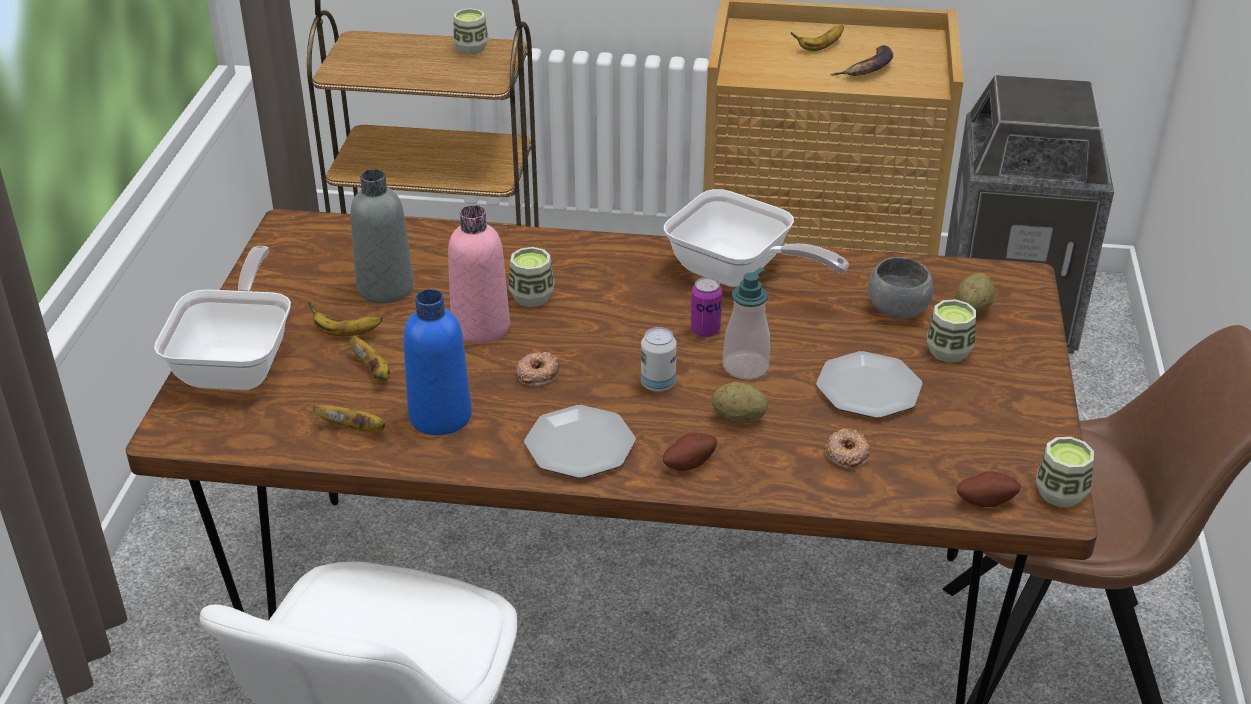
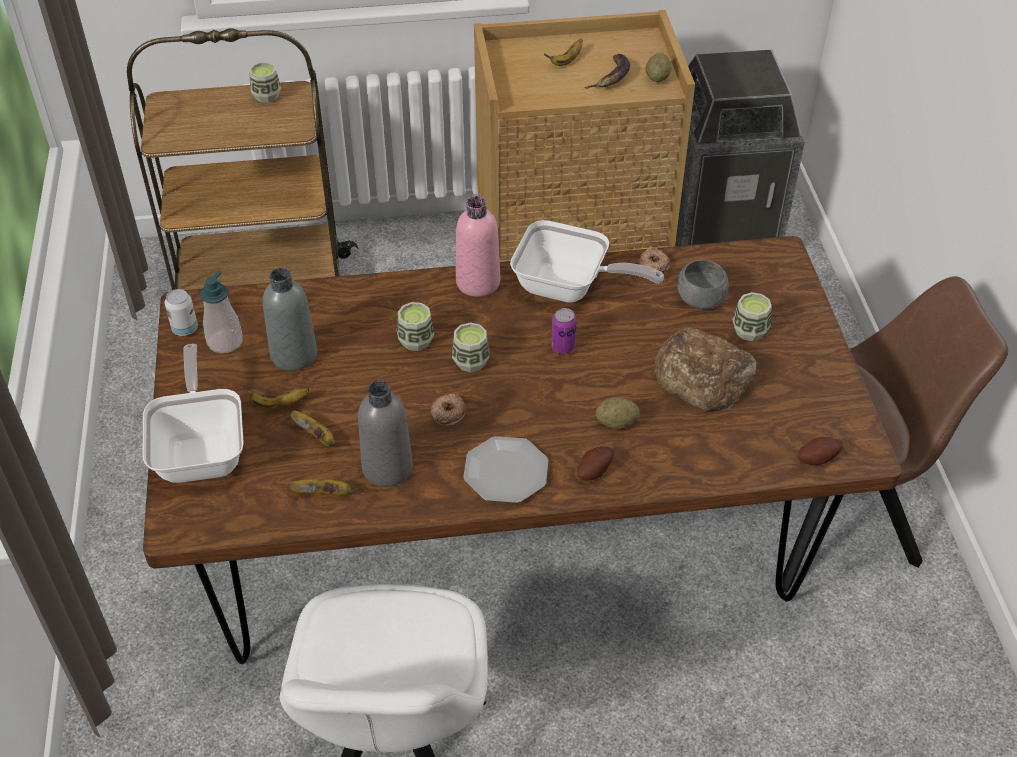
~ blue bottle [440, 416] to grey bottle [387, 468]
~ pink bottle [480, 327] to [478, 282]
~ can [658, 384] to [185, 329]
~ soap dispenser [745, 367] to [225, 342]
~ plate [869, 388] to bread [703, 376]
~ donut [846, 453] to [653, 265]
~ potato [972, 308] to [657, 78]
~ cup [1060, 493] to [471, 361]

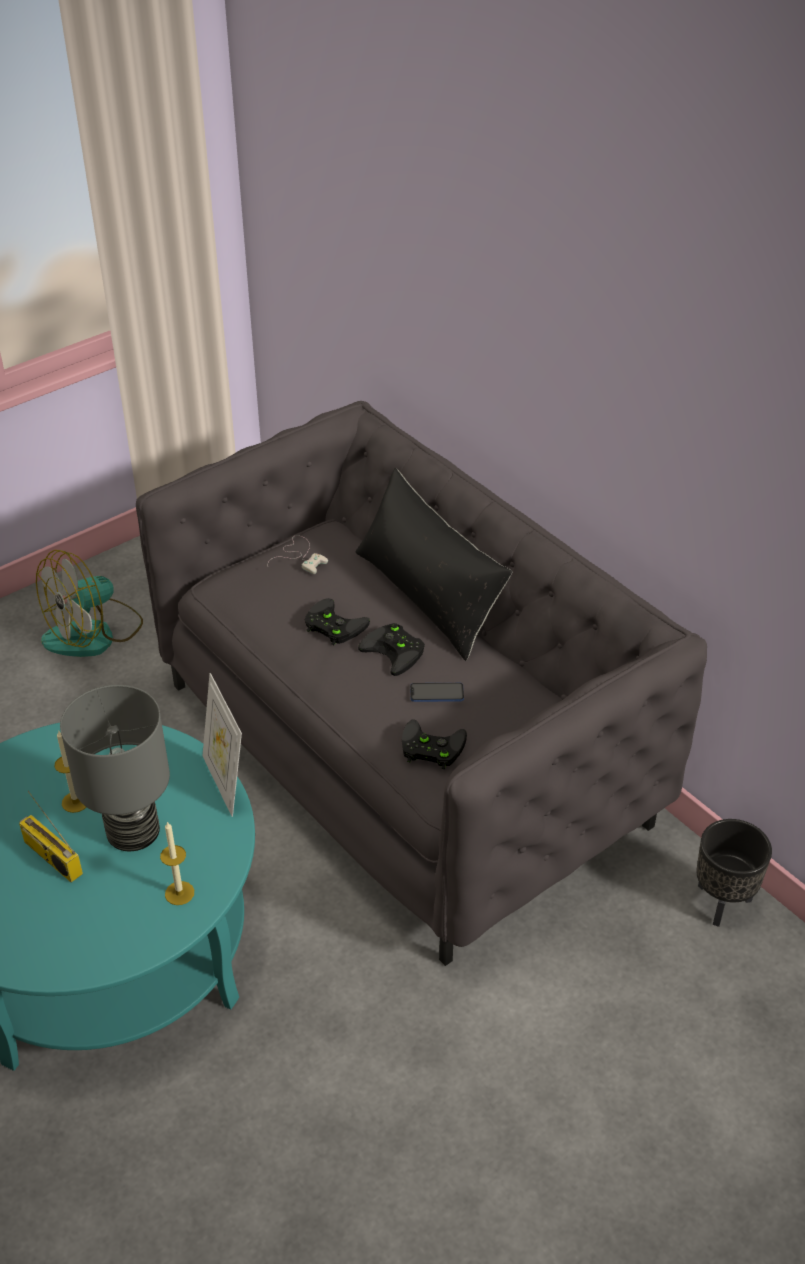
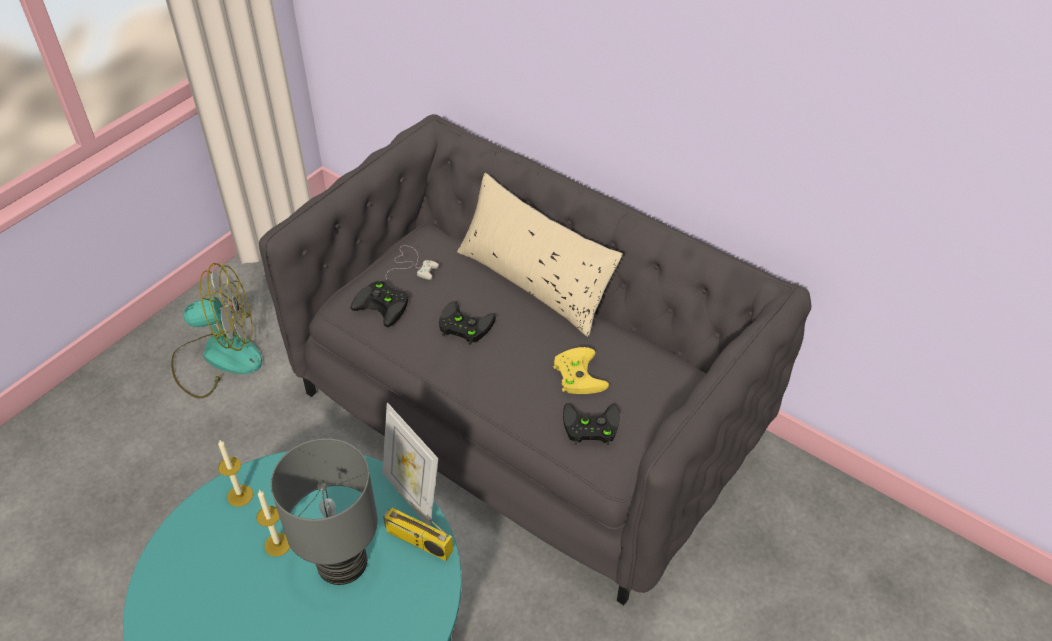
~ radio [51, 857] to [417, 541]
~ fan [93, 633] = [218, 357] 135 degrees counterclockwise
~ candle [179, 893] to [240, 495]
~ black pillow [428, 595] to beige pillow [534, 281]
~ black game controller [396, 652] to [384, 305]
~ phone [436, 693] to yellow game controller [577, 373]
- black planter [723, 903]

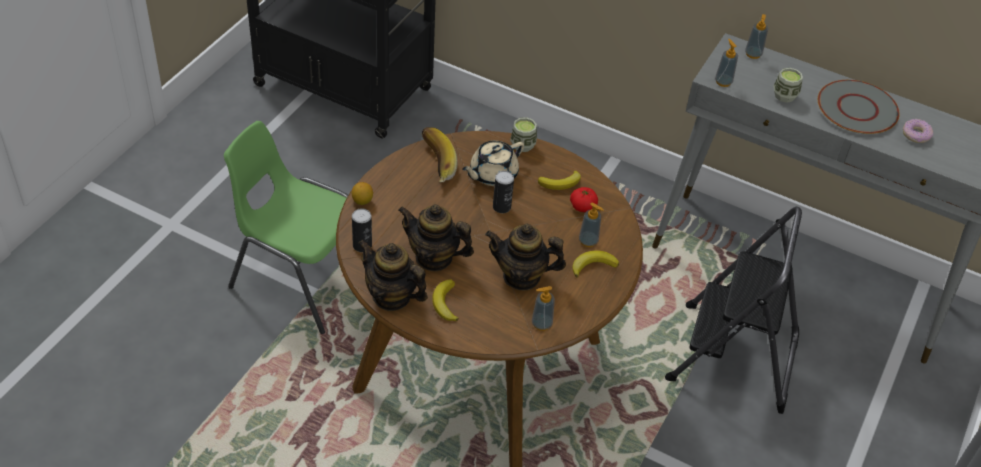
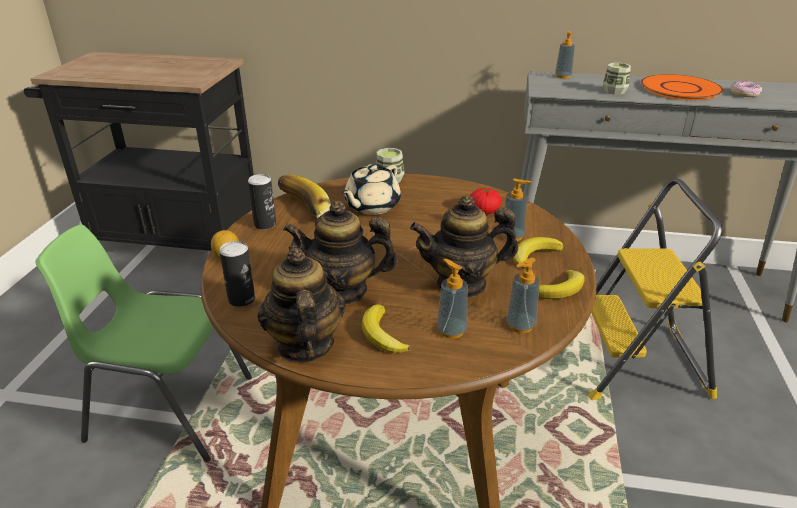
~ teapot [392, 296] = [304, 345] 60 degrees clockwise
~ can [501, 207] to [265, 224]
~ banana [561, 183] to [561, 289]
~ black step ladder [738, 359] to yellow step ladder [641, 362]
~ soap dispenser [723, 82] to [451, 330]
~ grey plate [857, 108] to orange plate [680, 89]

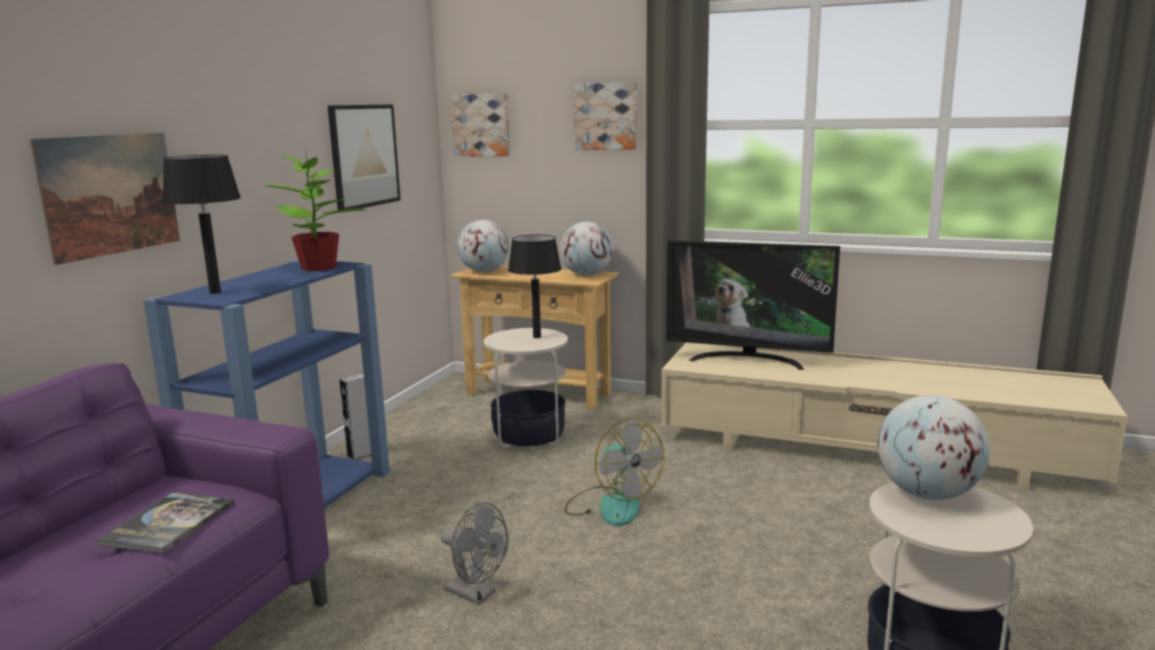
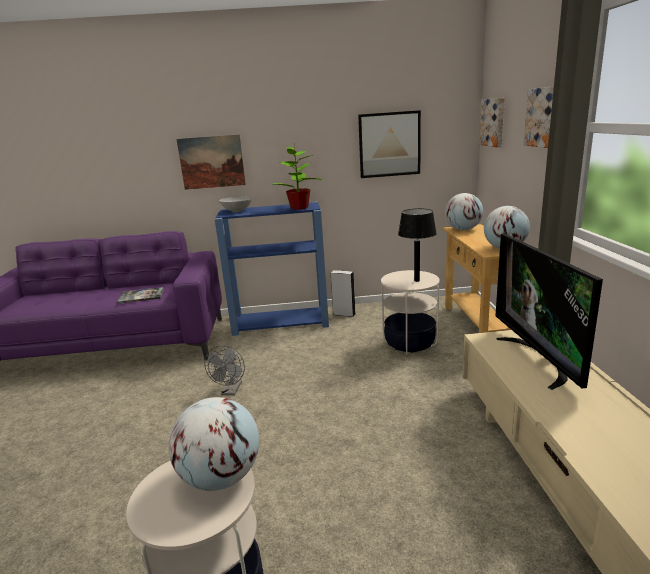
~ black table lamp [215, 292] to grey bowl [237, 211]
- fan [611, 505]

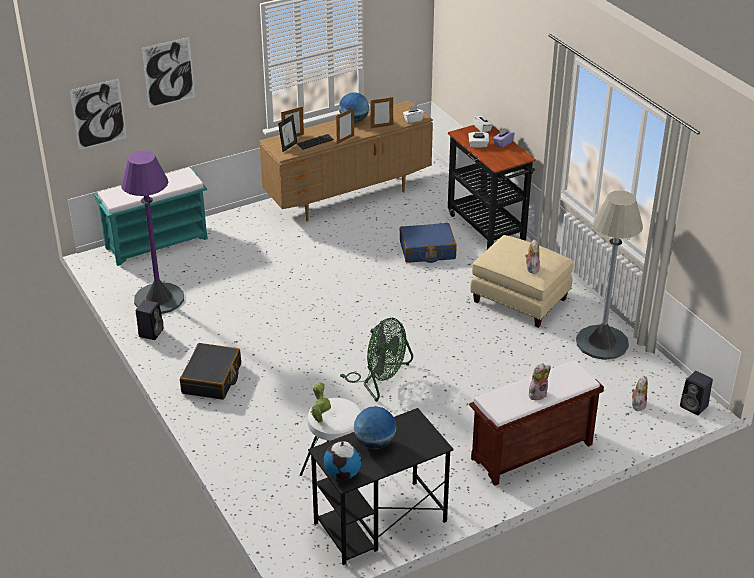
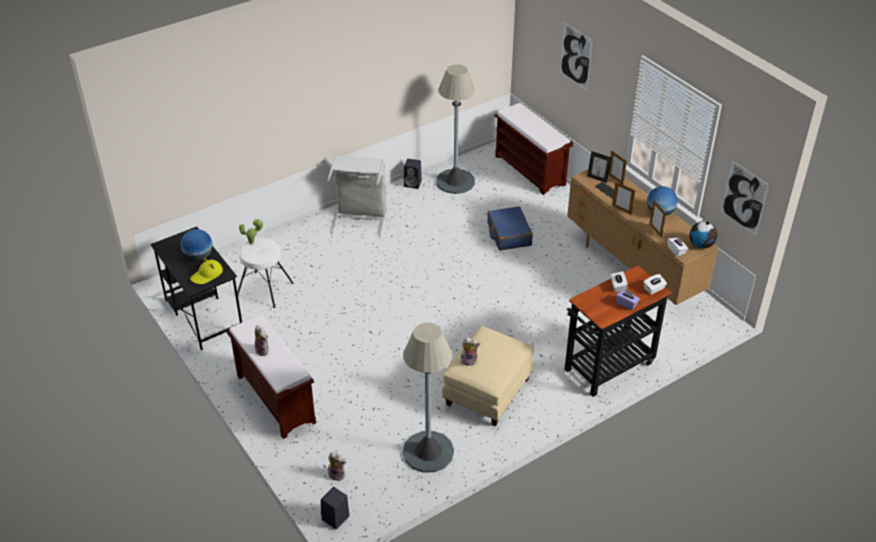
~ picture [98, 114] to [744, 198]
~ turquoise bench [157, 243] to brown bench [530, 170]
~ purple floor lamp [159, 299] to grey floor lamp [455, 182]
~ black suitcase [212, 379] to grey laundry basket [360, 219]
~ globe [343, 473] to [701, 245]
- green fan [379, 379]
~ blue suitcase [427, 250] to [508, 234]
+ yellow hat [207, 275]

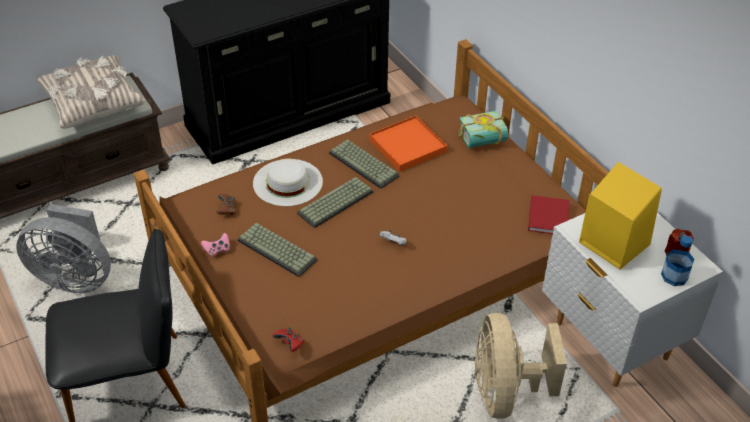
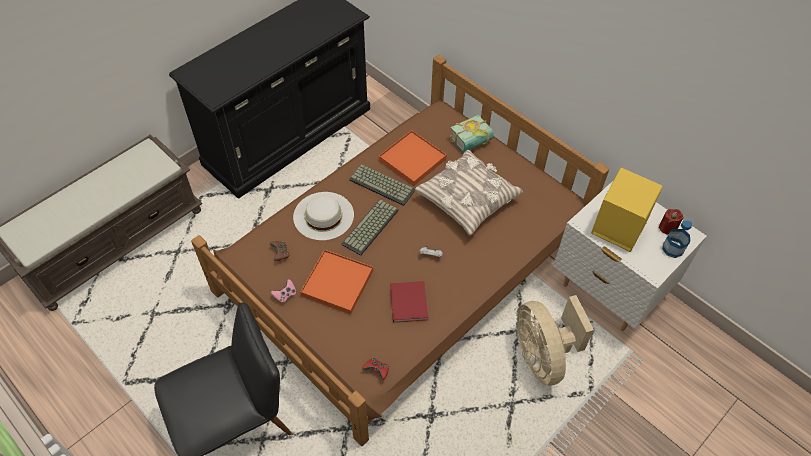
- grey fan [75, 278]
~ beige pillow [94, 105] to [467, 201]
~ keyboard [278, 250] to orange tray [337, 283]
~ red book [548, 216] to [408, 301]

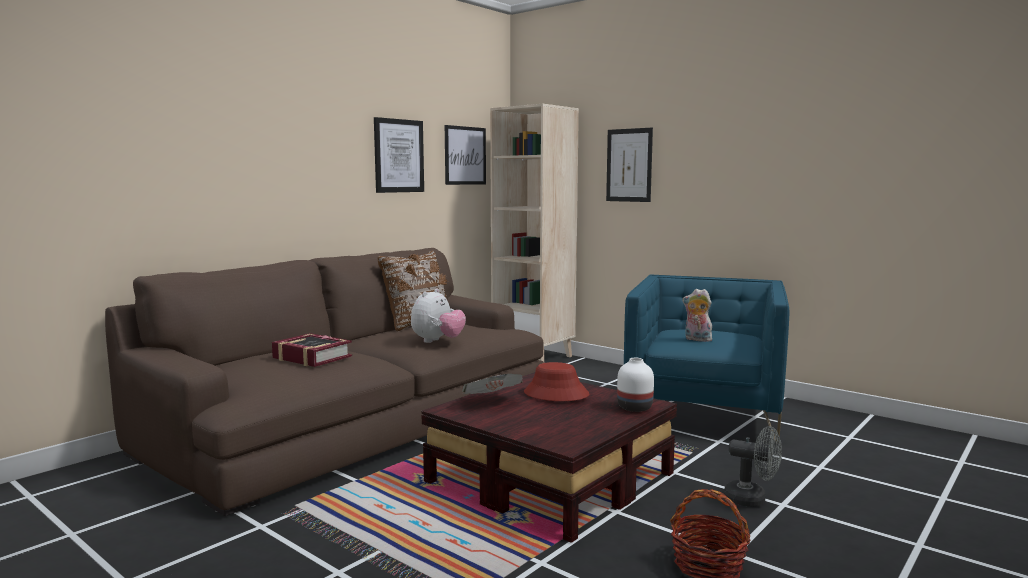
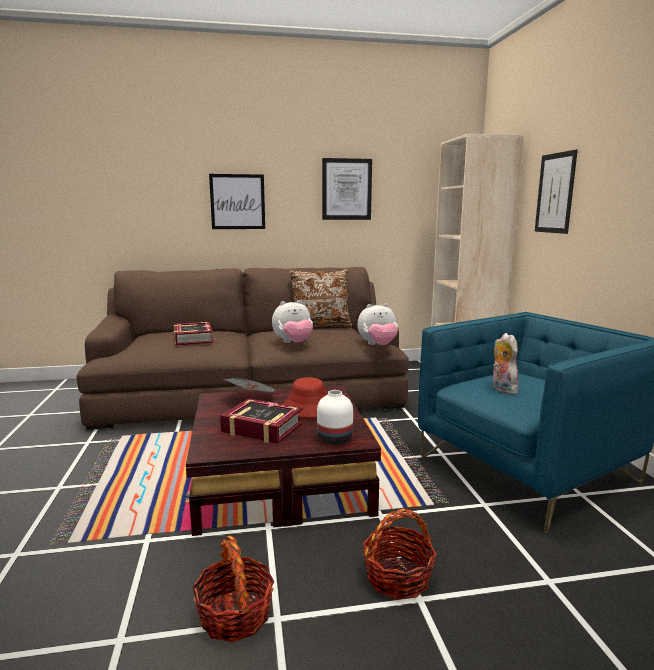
~ picture [465, 155] to [237, 202]
~ grey fan [752, 500] to basket [398, 577]
+ book [262, 428]
+ plush toy [378, 345]

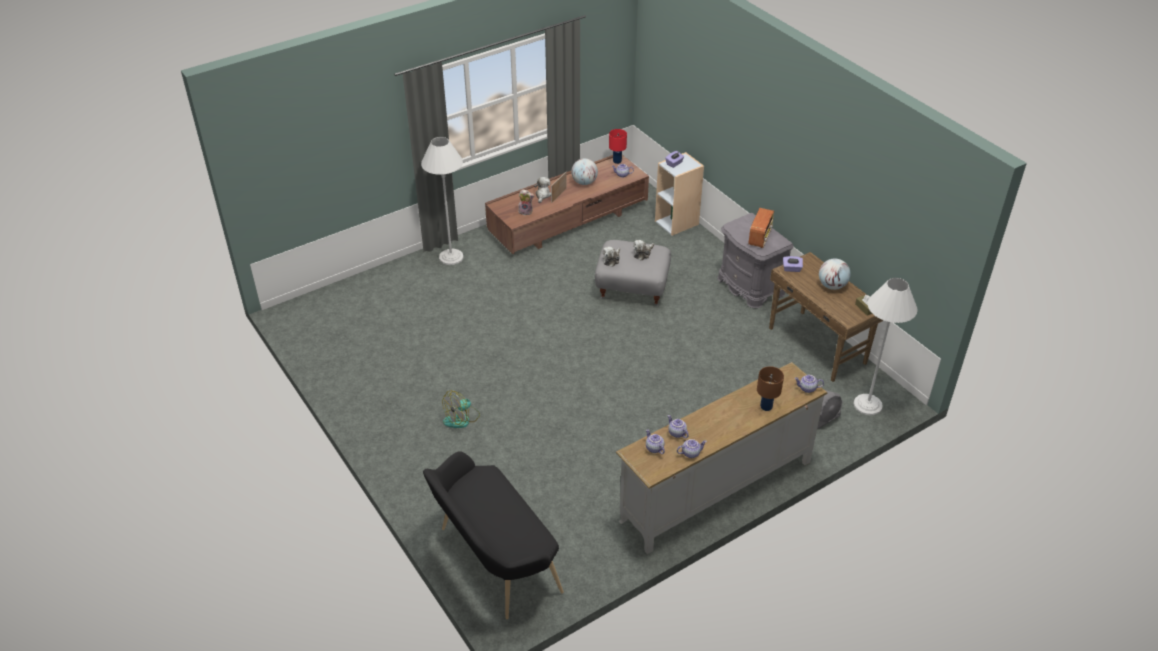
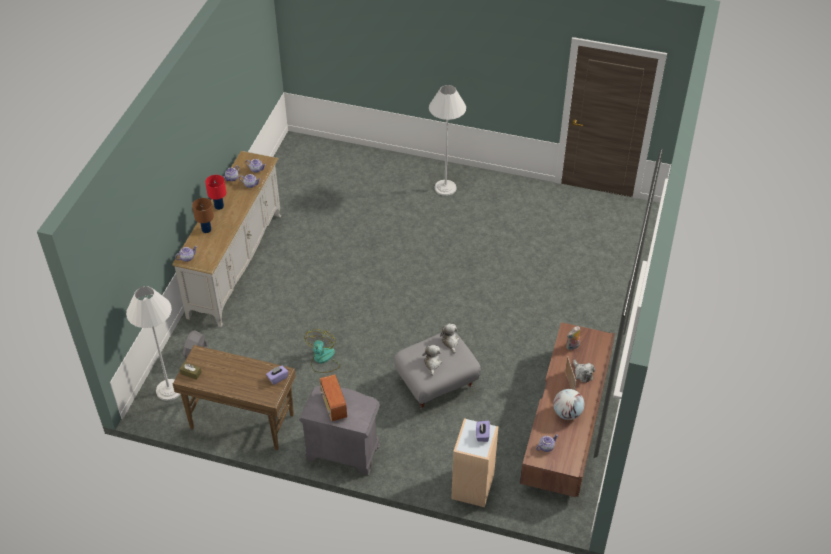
~ white floor lamp [451, 257] to [445, 188]
- black bench [493, 561]
~ fan [462, 418] to [323, 359]
~ red table lamp [617, 161] to [219, 207]
- globe [832, 286]

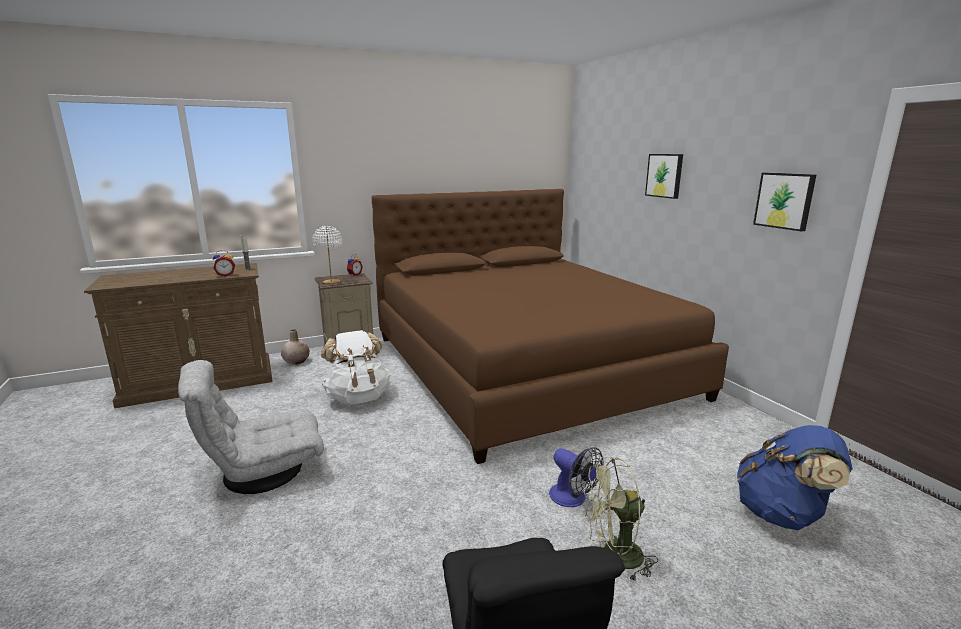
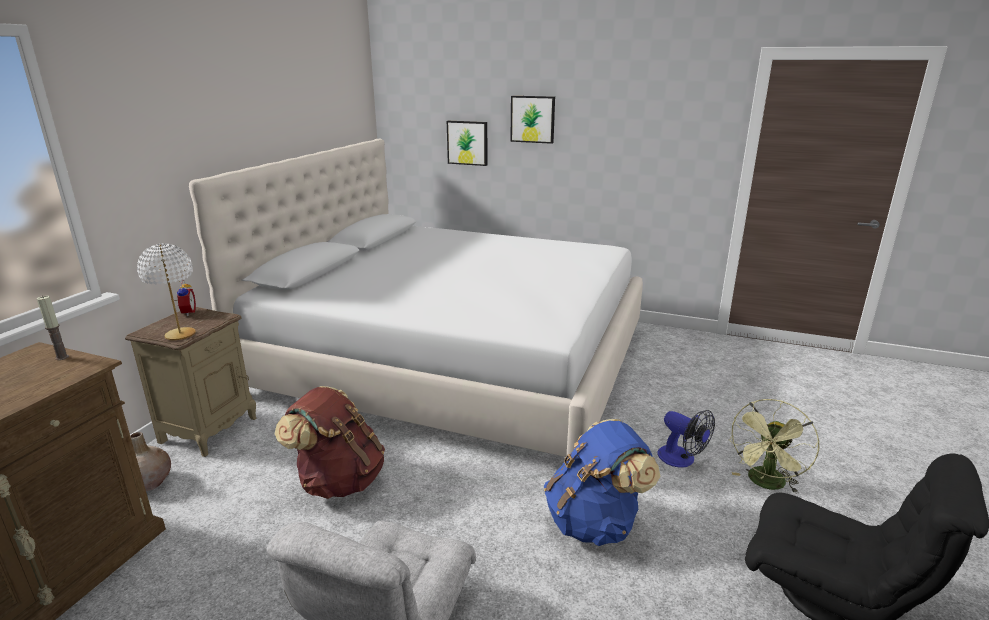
- alarm clock [226, 275]
~ white backpack [358, 397] to brown backpack [339, 480]
~ brown bed [526, 365] to white bed [454, 359]
~ fan [572, 499] = [682, 459] 45 degrees clockwise
~ blue backpack [782, 514] to [595, 522]
~ picture [784, 200] to [468, 142]

